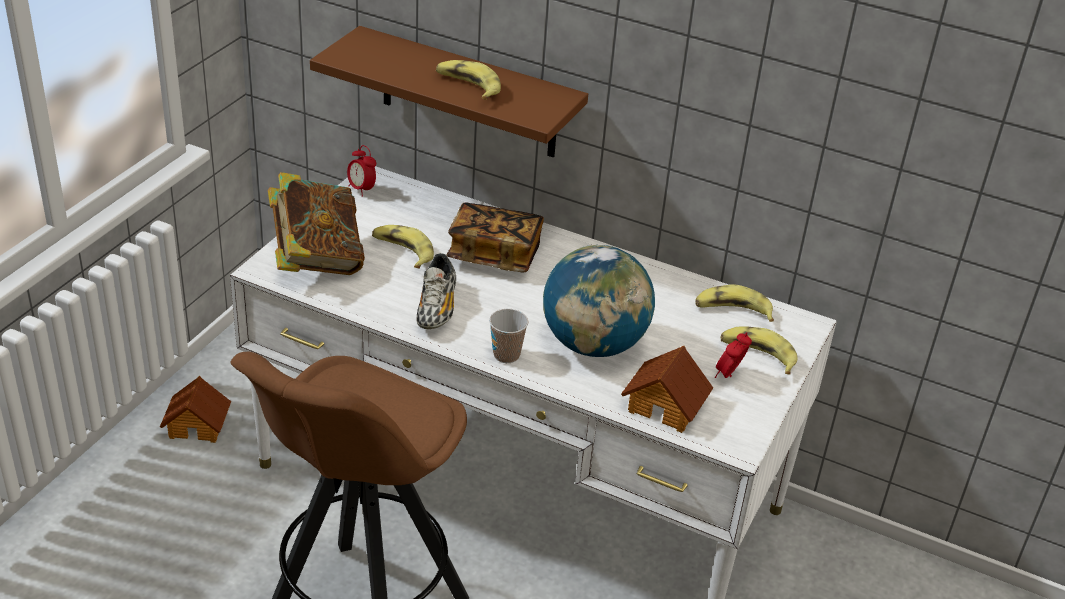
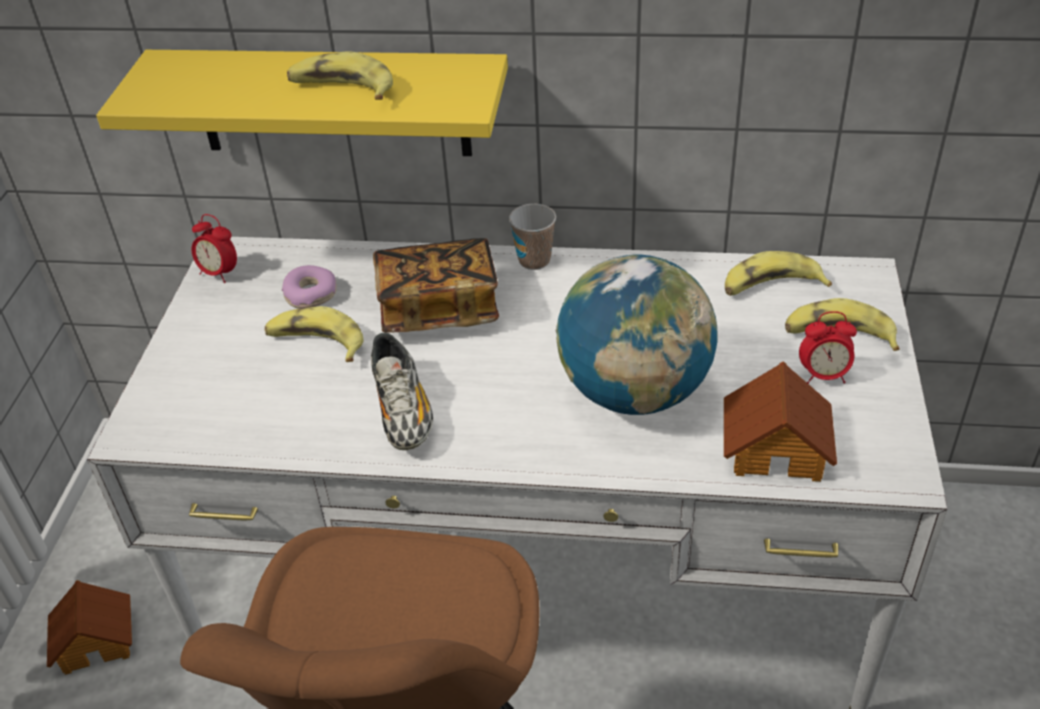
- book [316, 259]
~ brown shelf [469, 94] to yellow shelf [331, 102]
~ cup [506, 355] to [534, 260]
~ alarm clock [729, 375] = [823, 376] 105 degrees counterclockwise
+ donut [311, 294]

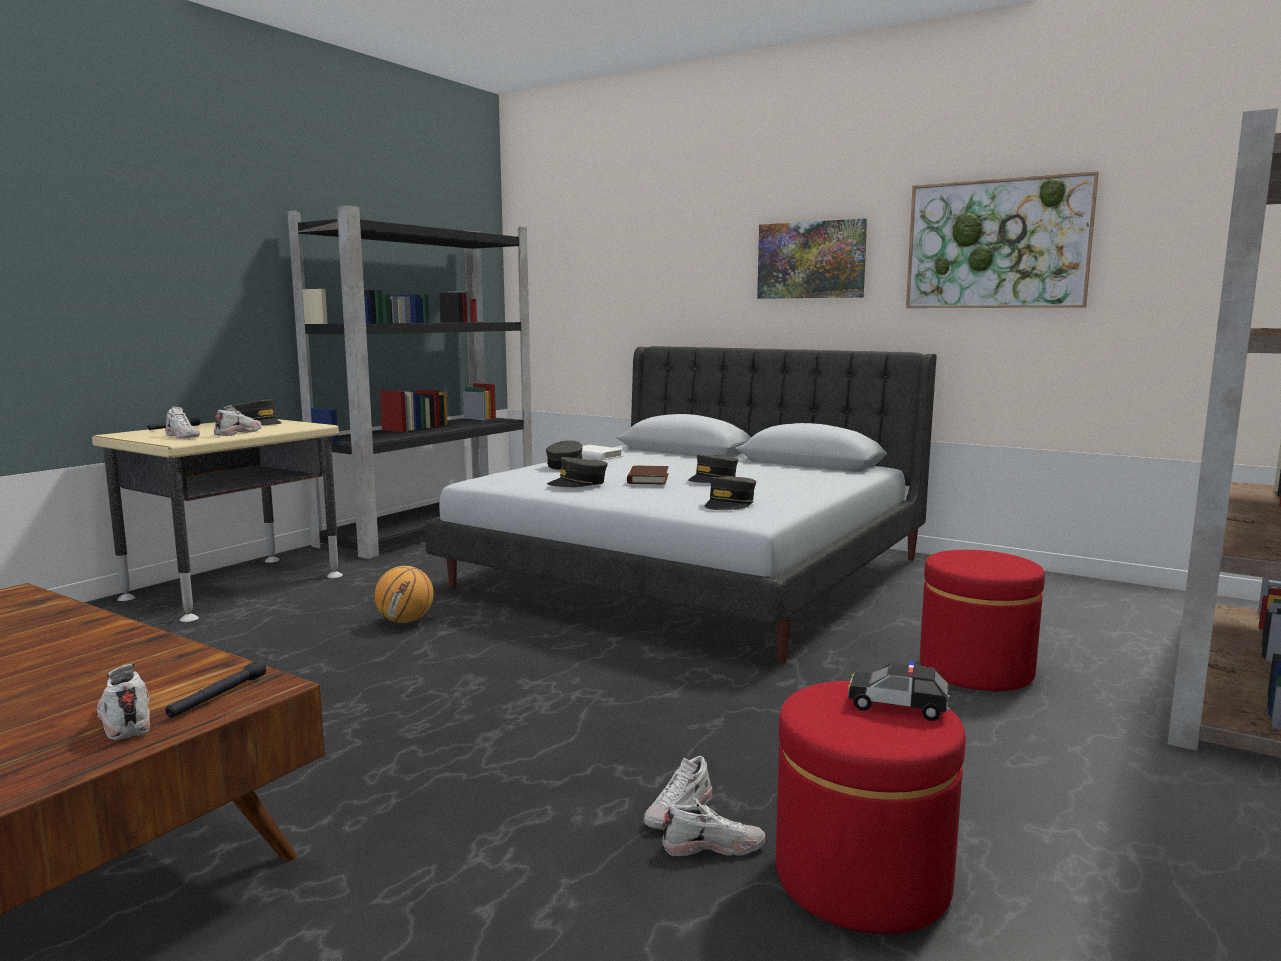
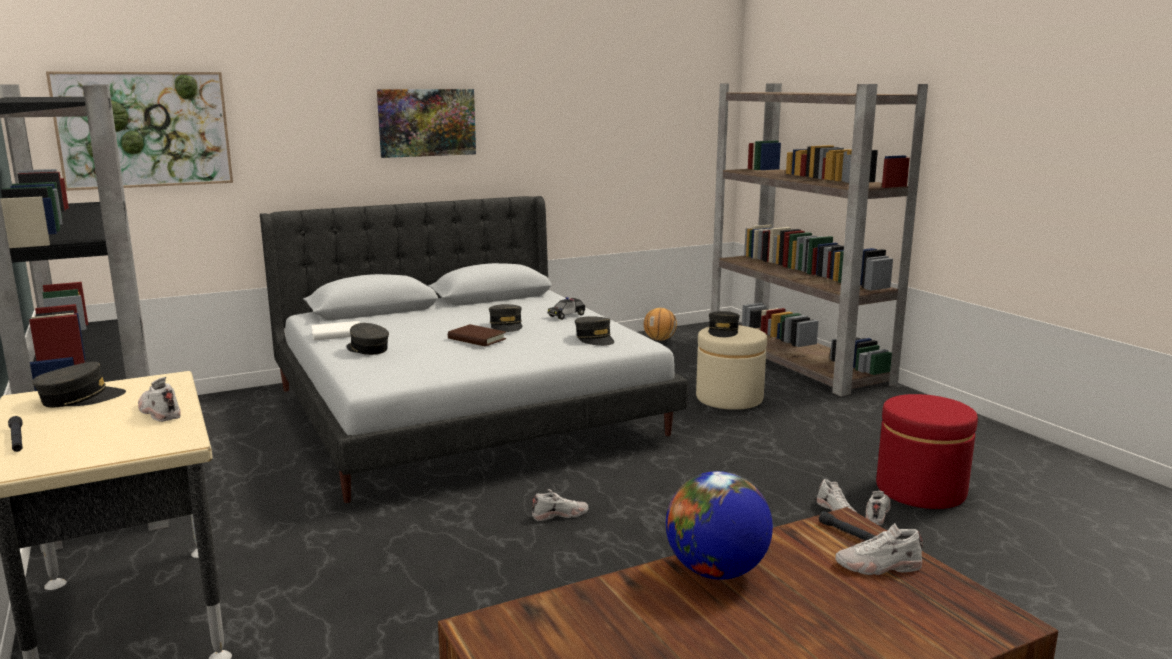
~ white shoe [183, 436] to [560, 515]
~ basketball [406, 621] to [659, 340]
~ grey cap [578, 483] to [723, 331]
~ toy car [898, 706] to [566, 315]
~ picture [997, 244] to [144, 129]
~ red ottoman [976, 670] to beige ottoman [729, 398]
+ globe [716, 571]

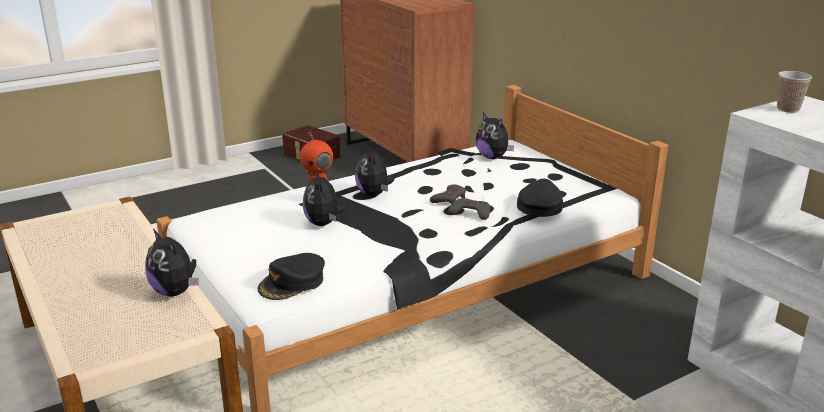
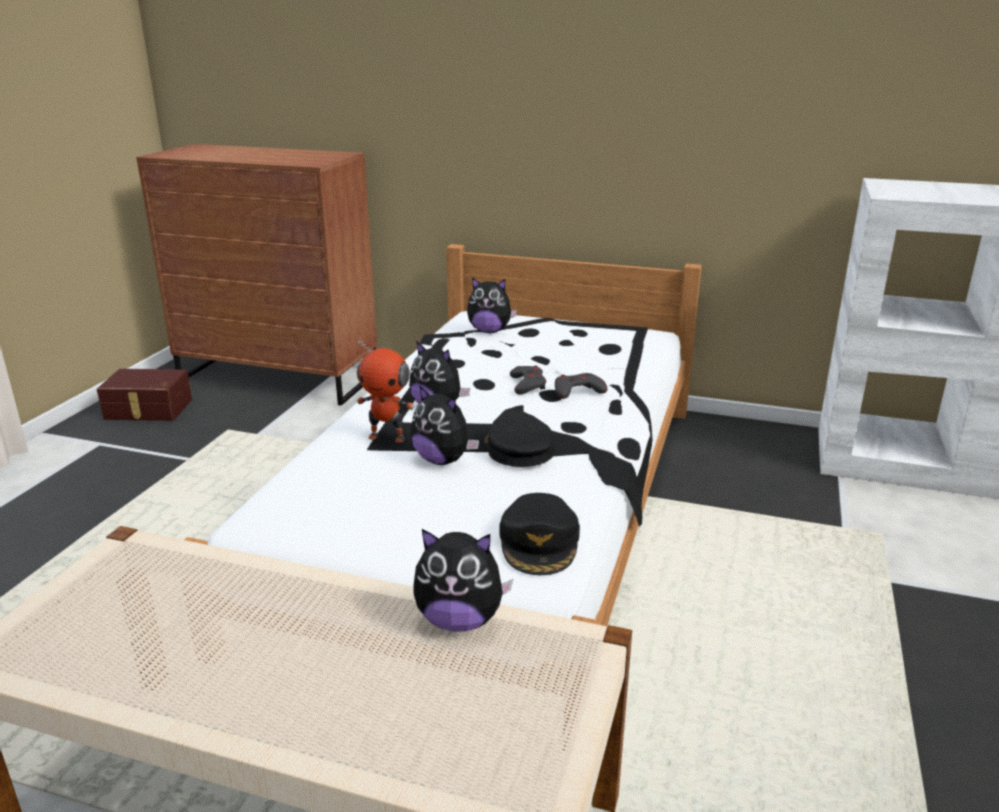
~ black cap [539, 206] to [517, 449]
- cup [788, 109]

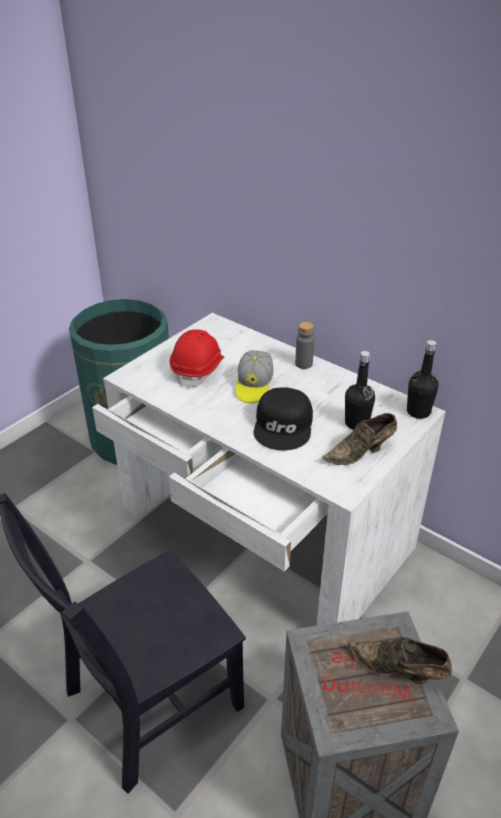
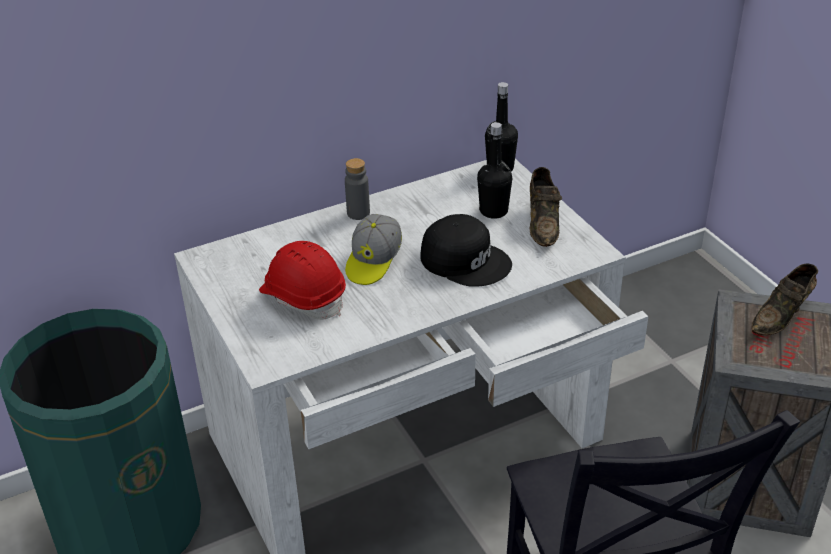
~ cap [254, 386] = [373, 261] 75 degrees clockwise

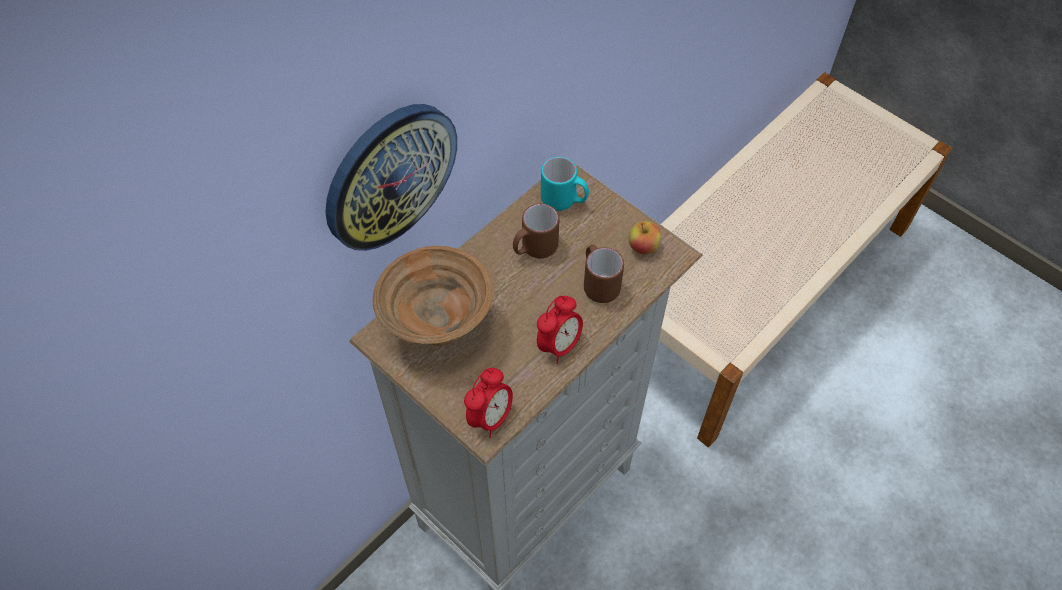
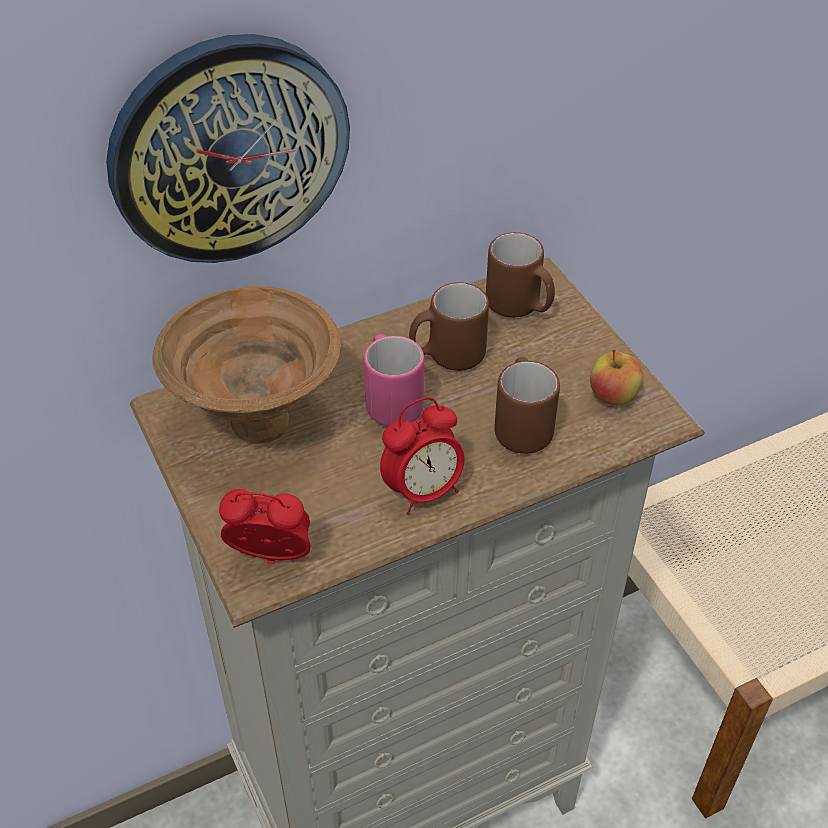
~ alarm clock [490, 417] = [272, 559] 135 degrees counterclockwise
~ turquoise mug [564, 201] to brown mug [520, 307]
+ pink mug [390, 400]

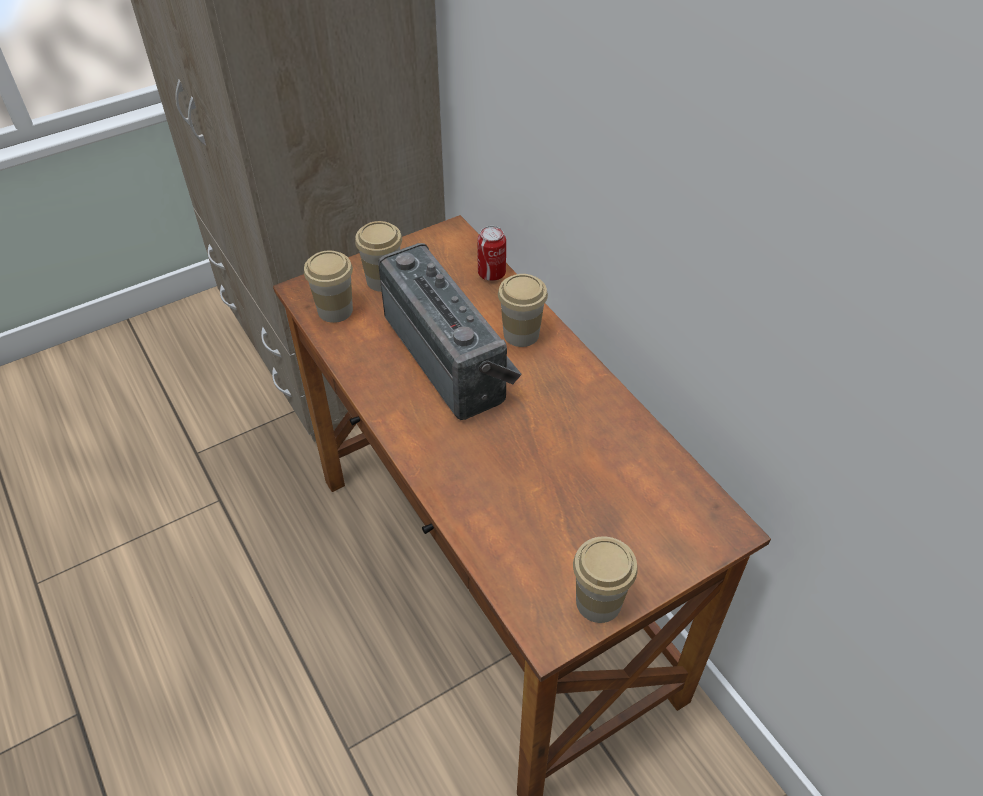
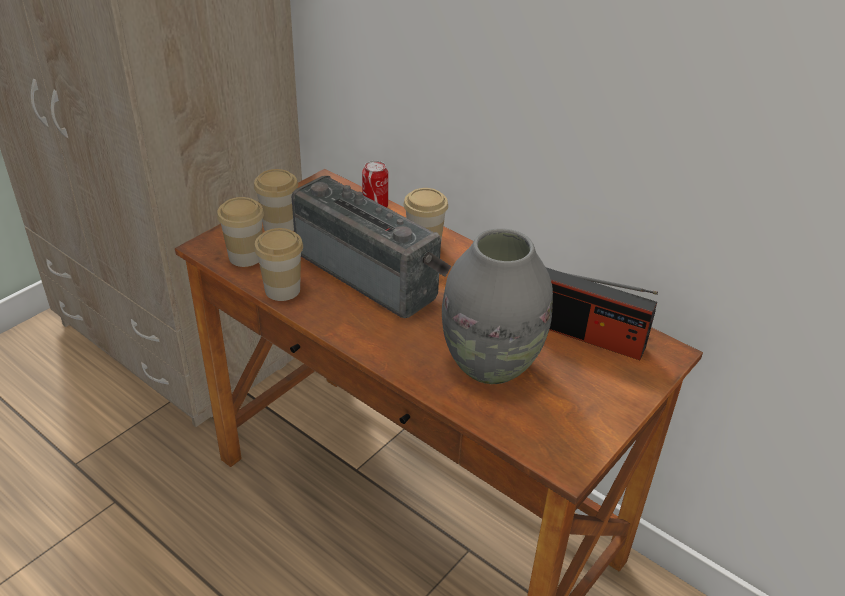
~ cup [598, 602] to [282, 290]
+ grey vase [490, 365]
+ radio [584, 334]

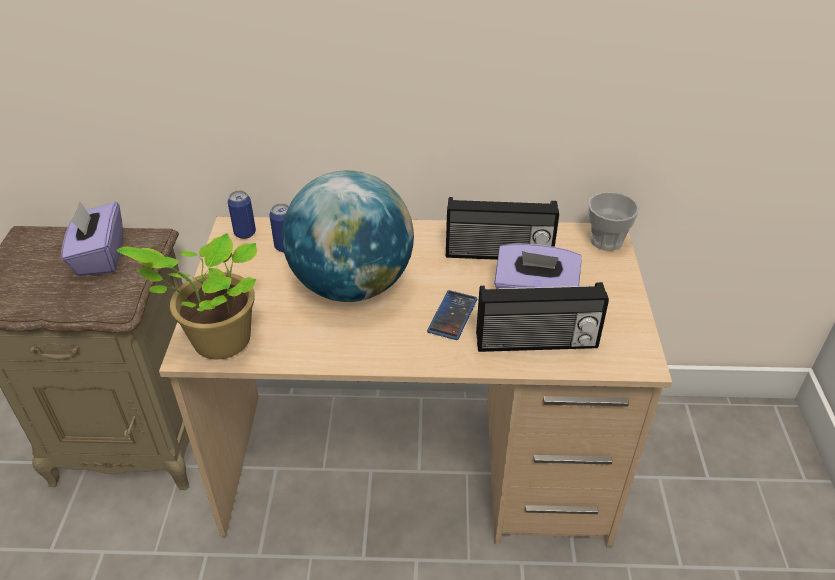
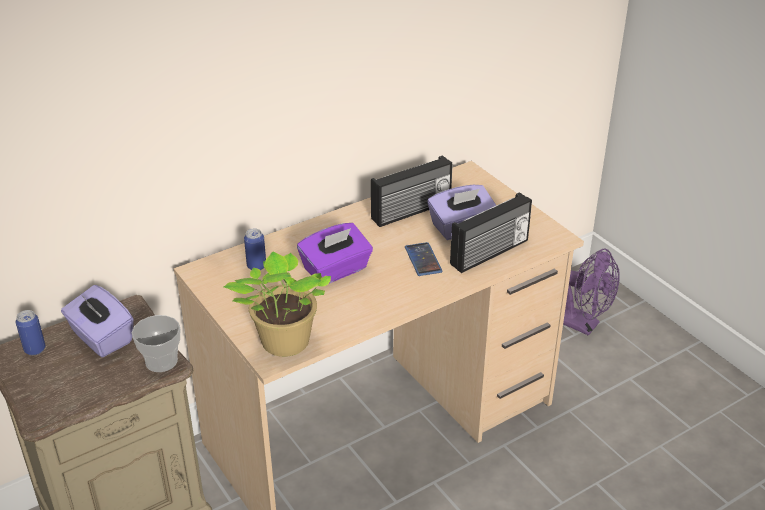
~ can [245, 233] to [35, 349]
~ globe [352, 285] to purple tissue box [336, 270]
~ cup [606, 240] to [161, 361]
+ purple fan [582, 324]

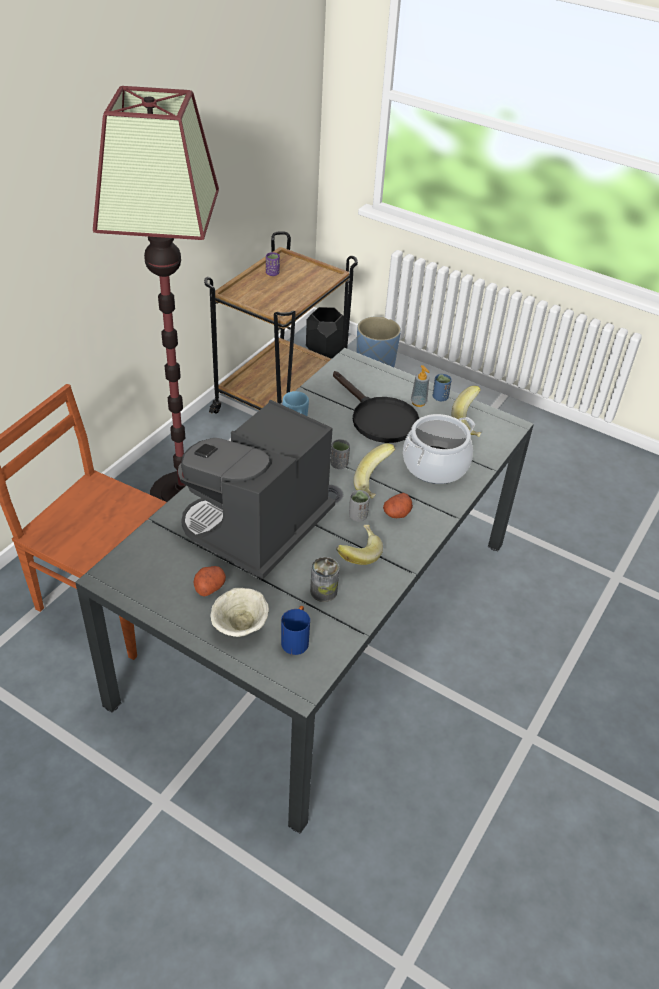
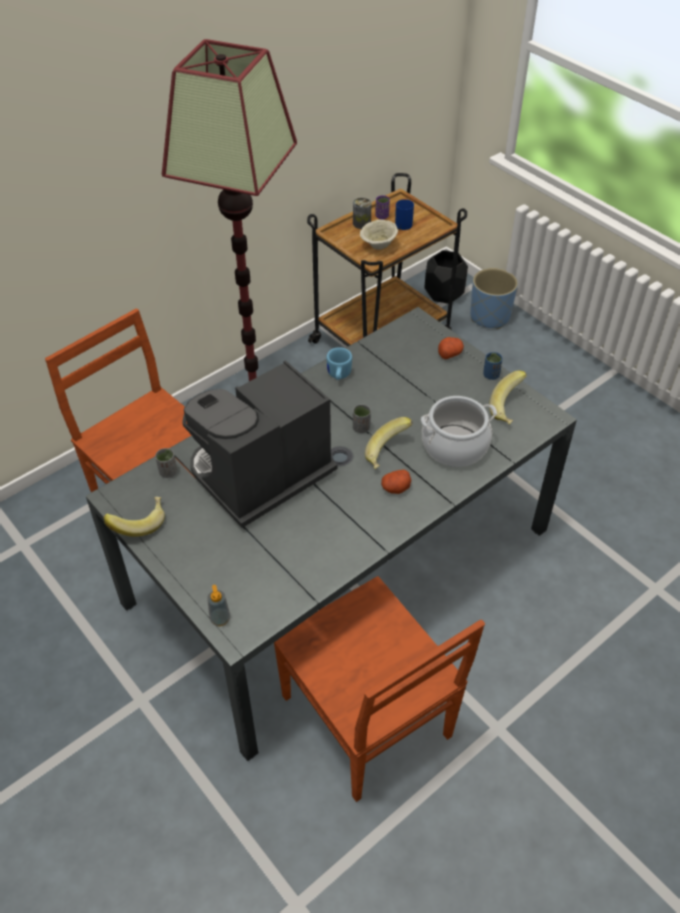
~ potato [209, 586] to [449, 353]
~ beige bowl [241, 628] to [379, 246]
~ blue mug [296, 639] to [405, 223]
~ can [323, 591] to [361, 223]
- black frying pan [378, 418]
~ banana [357, 554] to [139, 523]
~ grey cup [358, 516] to [168, 472]
~ soap dispenser [418, 402] to [220, 619]
+ brown chair [368, 720]

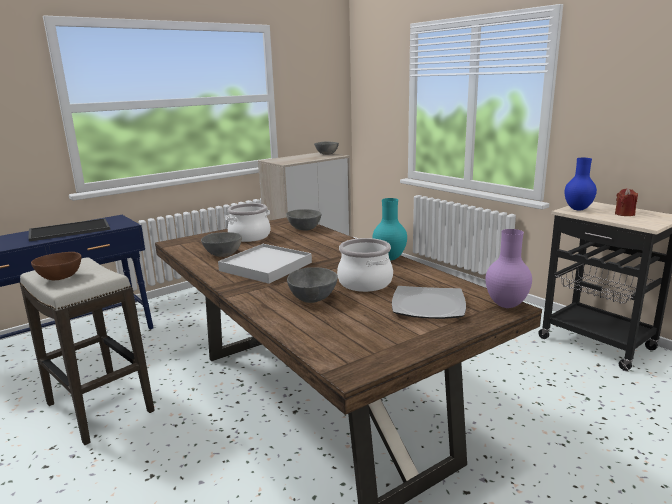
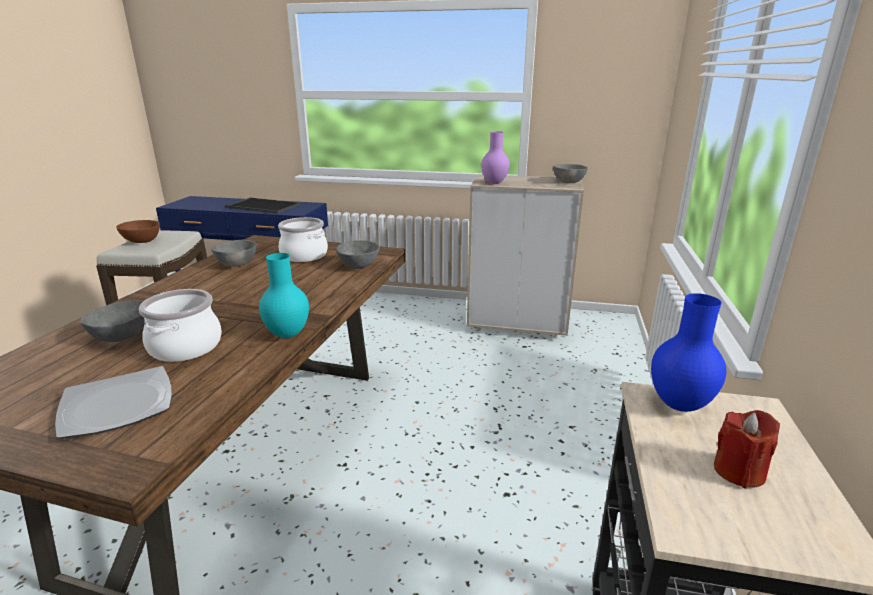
- white tray [265, 266]
~ purple vase [506, 305] to [495, 183]

